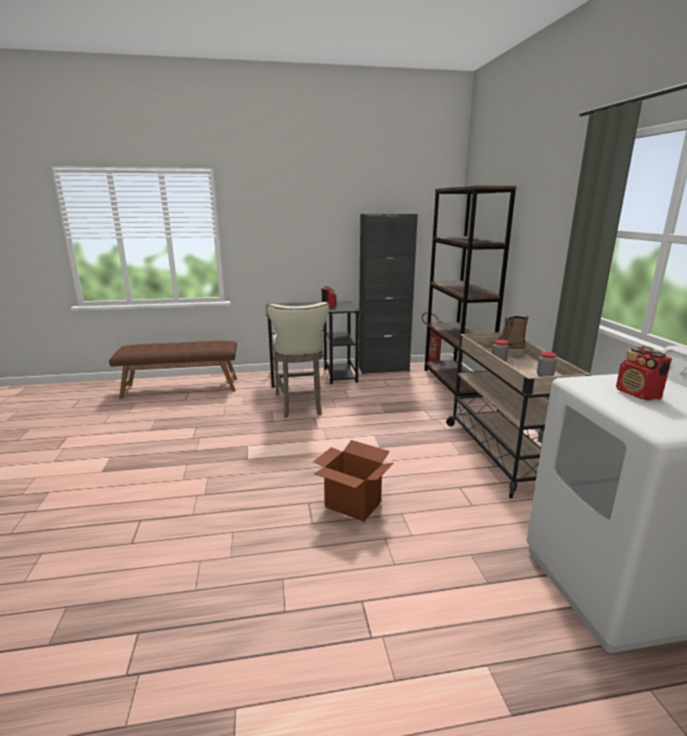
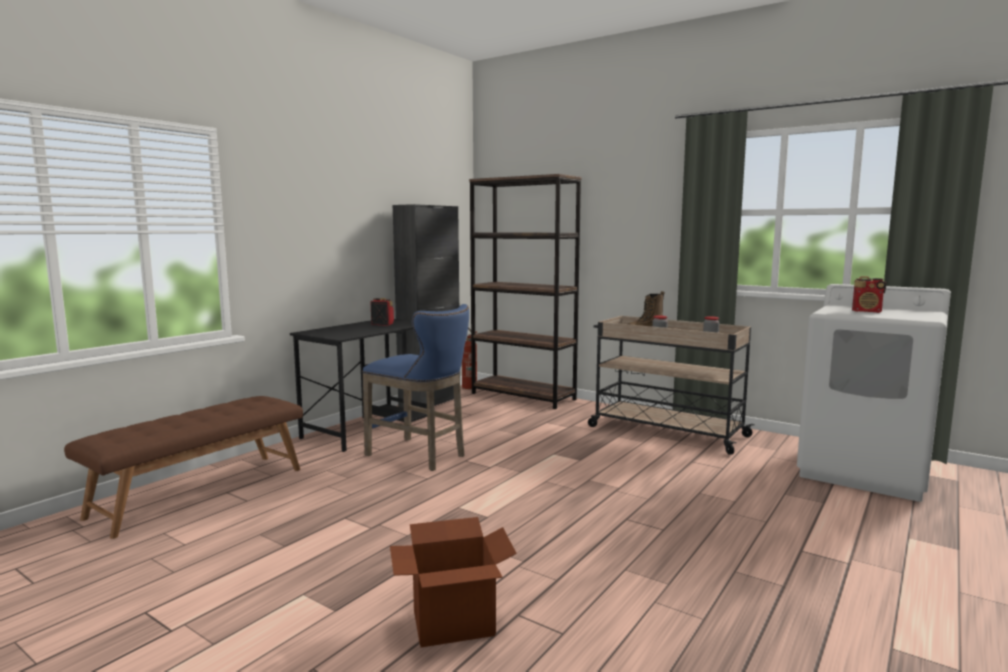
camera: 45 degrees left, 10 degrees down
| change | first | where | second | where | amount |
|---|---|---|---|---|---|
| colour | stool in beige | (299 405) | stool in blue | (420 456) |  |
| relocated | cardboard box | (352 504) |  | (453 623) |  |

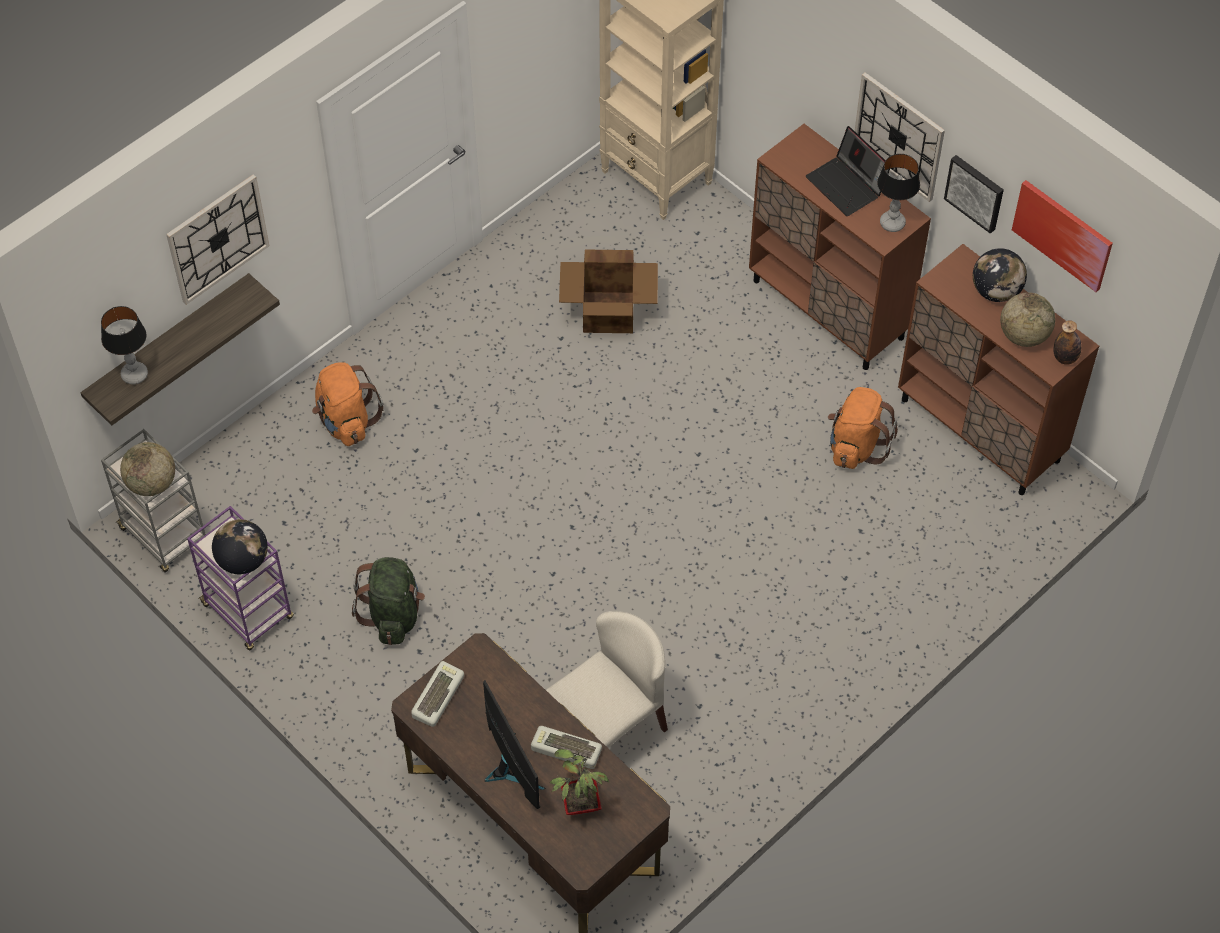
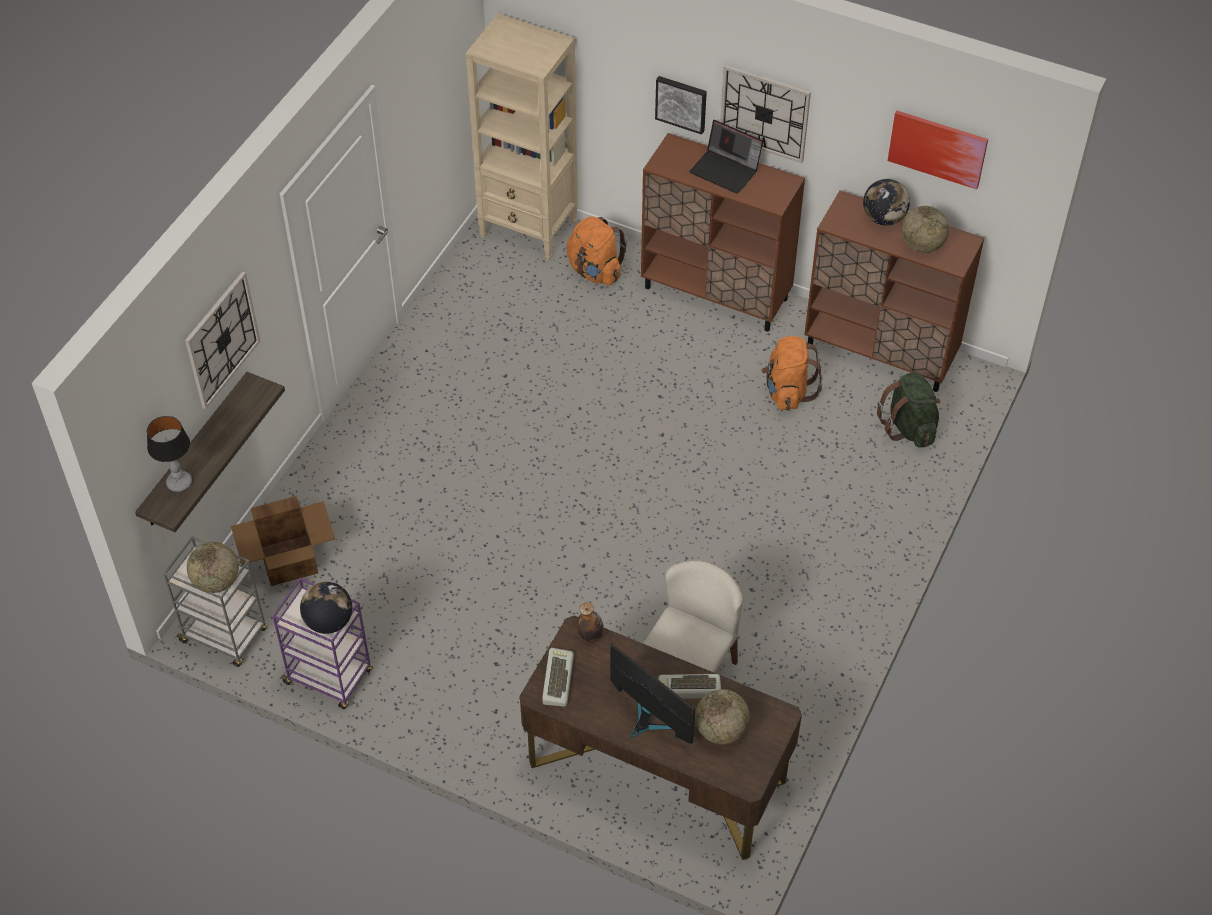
camera: 20 degrees left, 5 degrees down
| change | first | where | second | where | amount |
|---|---|---|---|---|---|
| relocated | backpack in orange | (346 421) |  | (595 271) |  |
| relocated | backpack in green | (393 614) |  | (909 427) |  |
| exchanged | potted plant | (579 804) | globe | (721 730) |  |
| relocated | cardboard box | (609 312) |  | (290 560) |  |
| missing | table lamp | (891 223) |  |  |  |
| relocated | picture | (975 192) |  | (681 103) |  |
| relocated | bottle | (1065 358) |  | (590 635) |  |

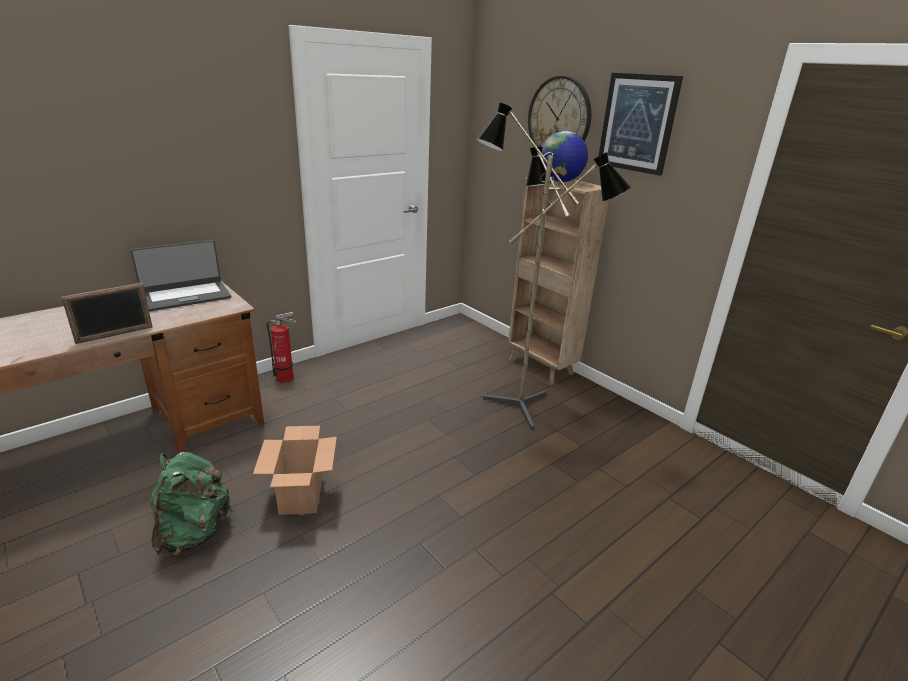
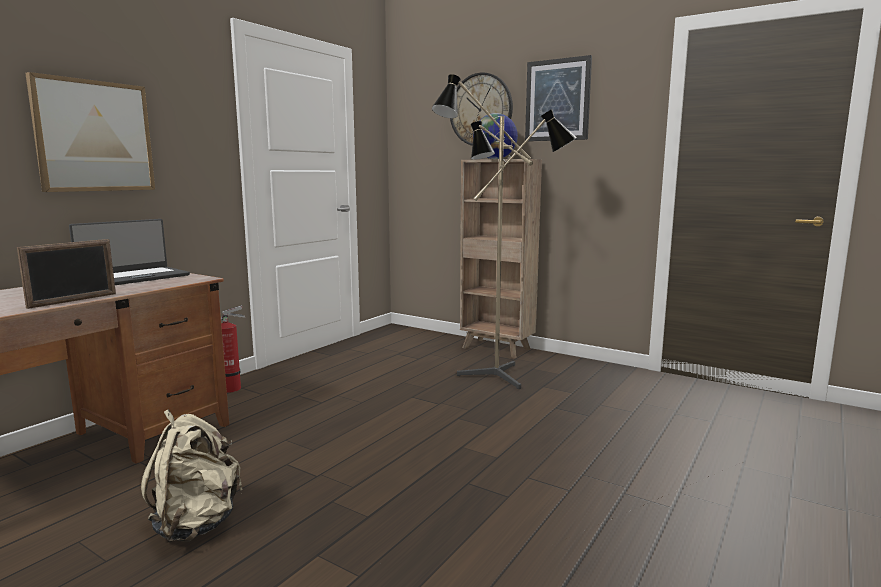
camera: 15 degrees left, 15 degrees down
| change | first | where | second | where | amount |
|---|---|---|---|---|---|
| colour | backpack in green | (194 532) | backpack in beige | (197 523) |  |
| missing | cardboard box | (301 496) |  |  |  |
| appeared |  |  | picture | (94 136) |  |

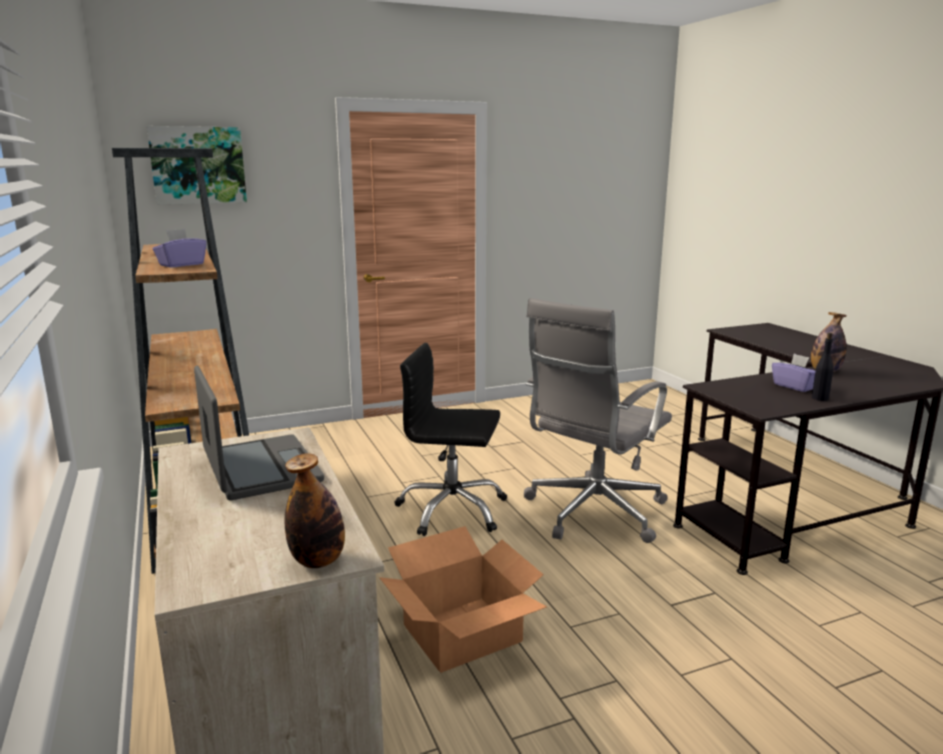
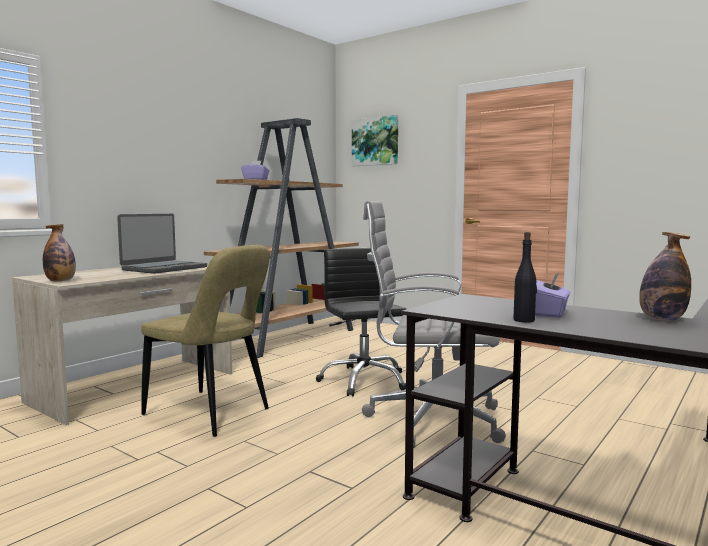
camera: 60 degrees right, 10 degrees down
| change | first | where | second | where | amount |
|---|---|---|---|---|---|
| exchanged | cardboard box | (463 634) | chair in beige | (211 414) |  |

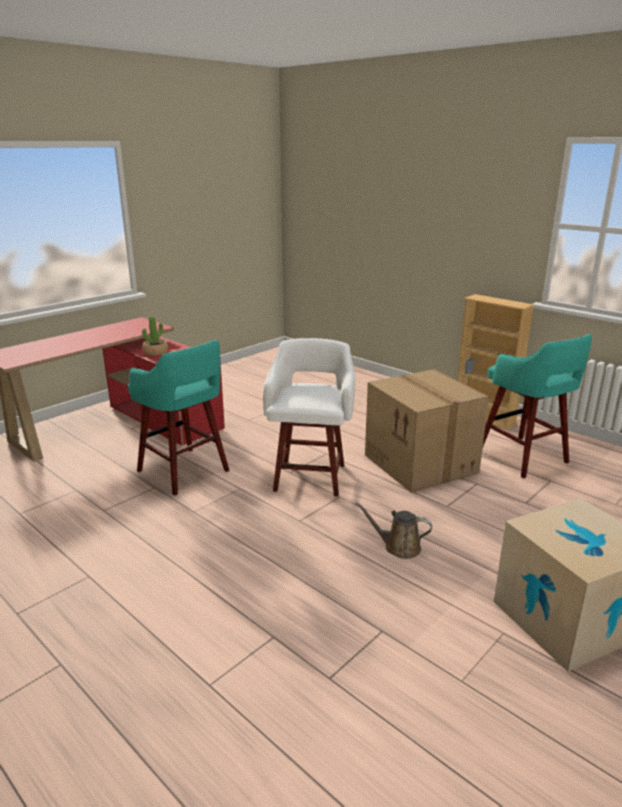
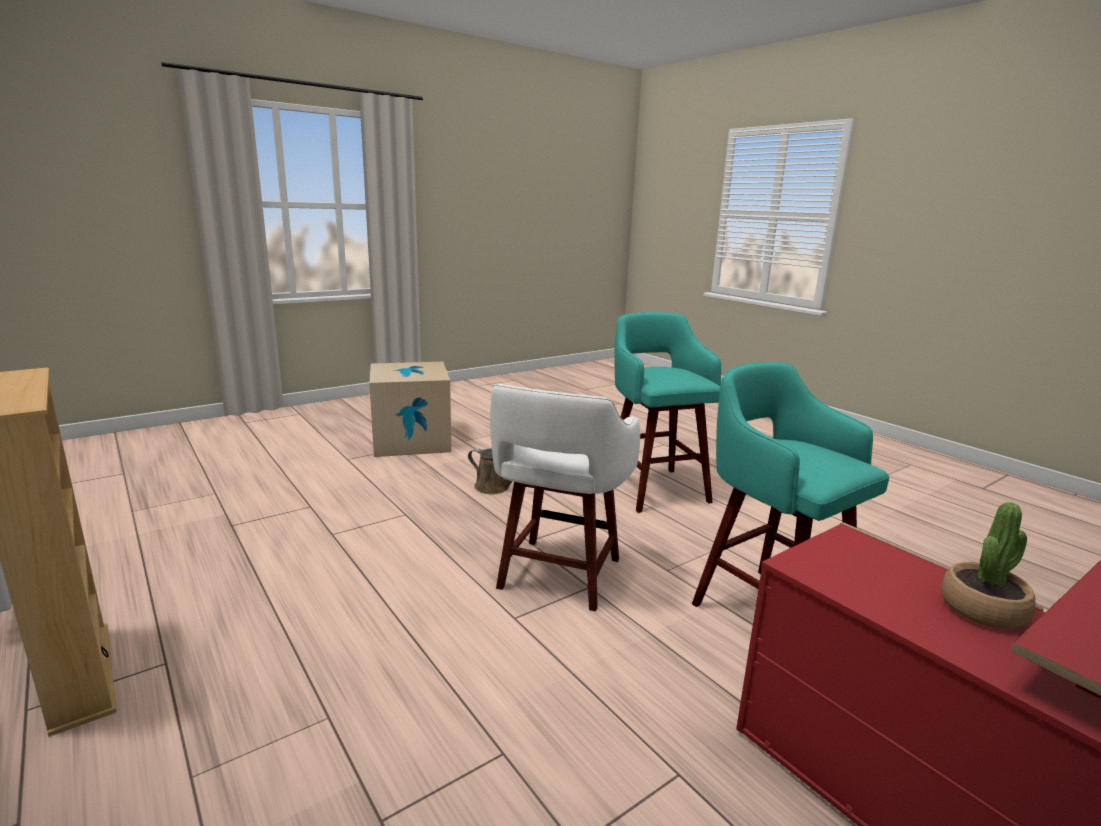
camera: 170 degrees left, 5 degrees down
| change | first | where | second | where | amount |
|---|---|---|---|---|---|
| missing | cardboard box | (422 464) |  |  |  |
| relocated | stool in turquoise | (524 458) |  | (654 488) |  |

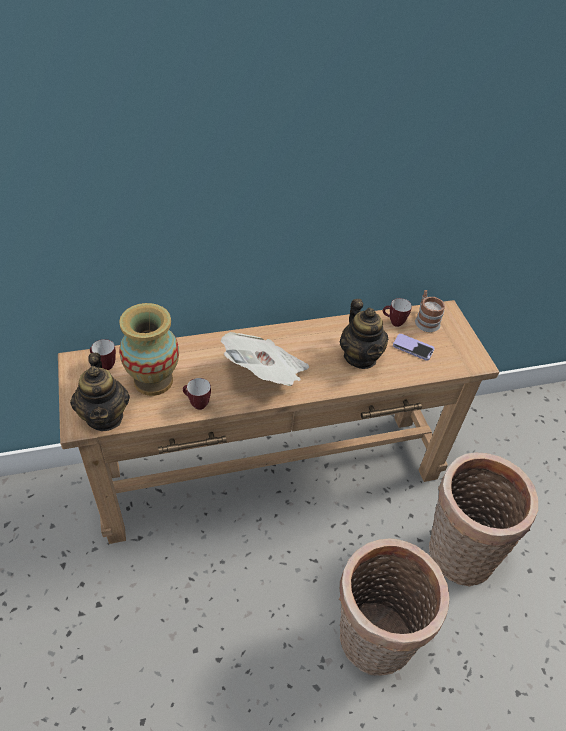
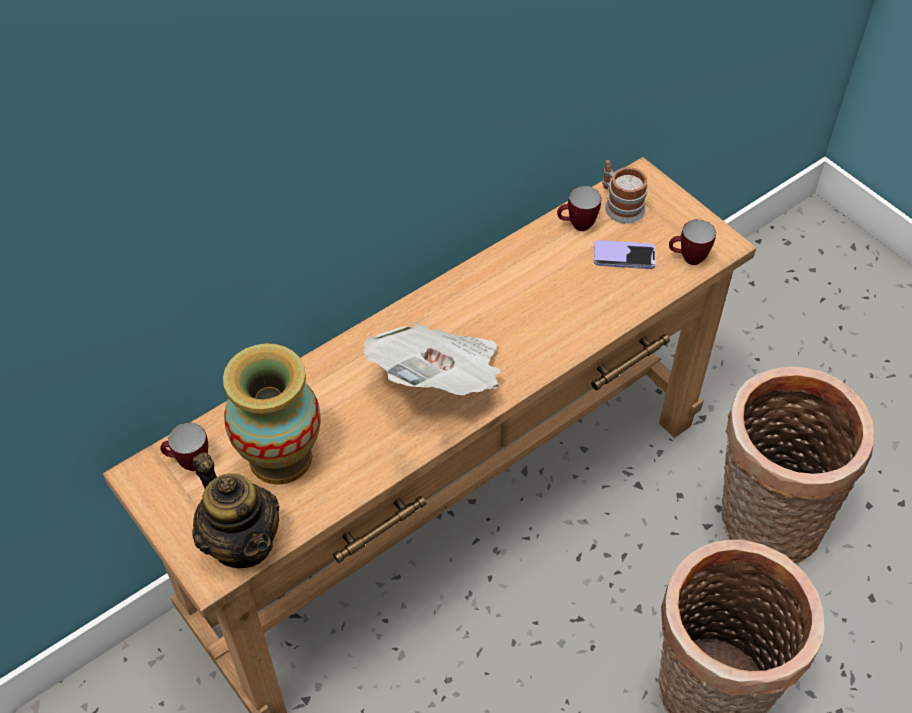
camera: 20 degrees left, 5 degrees up
| change | first | where | second | where | amount |
|---|---|---|---|---|---|
| relocated | mug | (196 404) |  | (688 259) |  |
| missing | teapot | (360 357) |  |  |  |

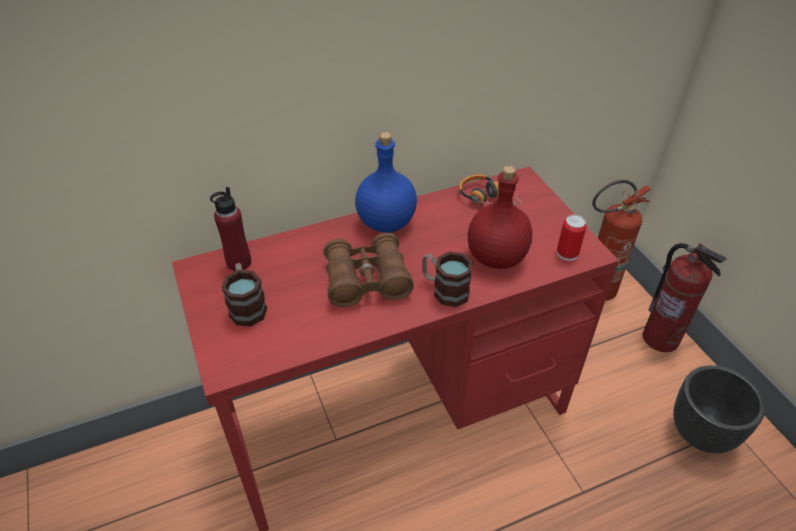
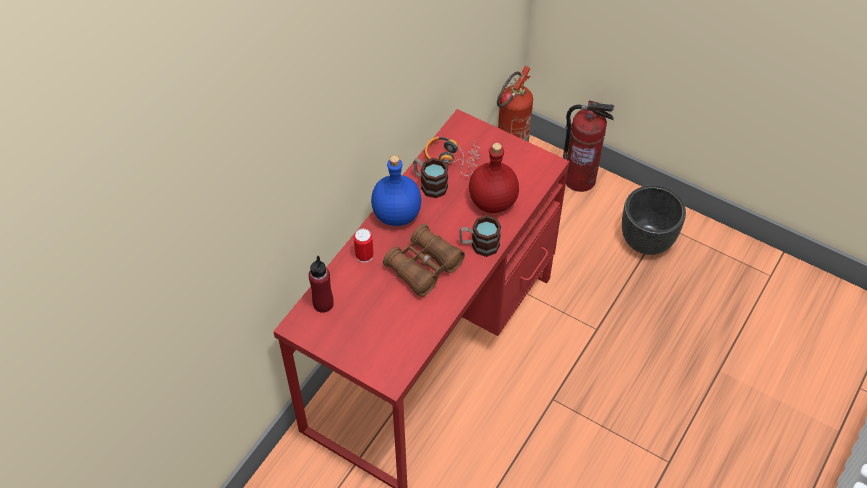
camera: 35 degrees left, 10 degrees up
| change | first | where | second | where | amount |
|---|---|---|---|---|---|
| relocated | mug | (247 306) |  | (429 184) |  |
| relocated | can | (567 253) |  | (364 255) |  |

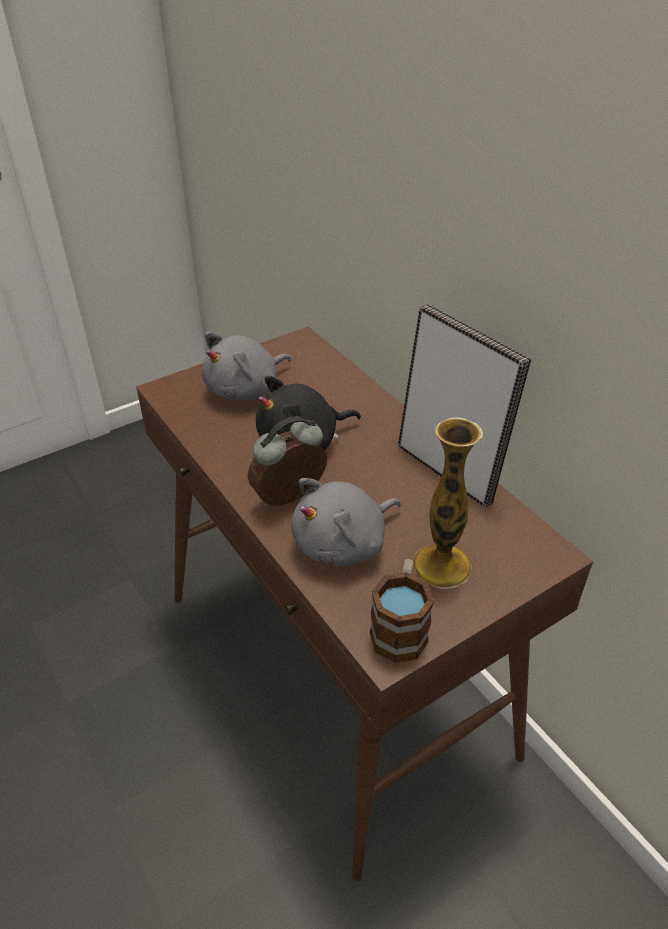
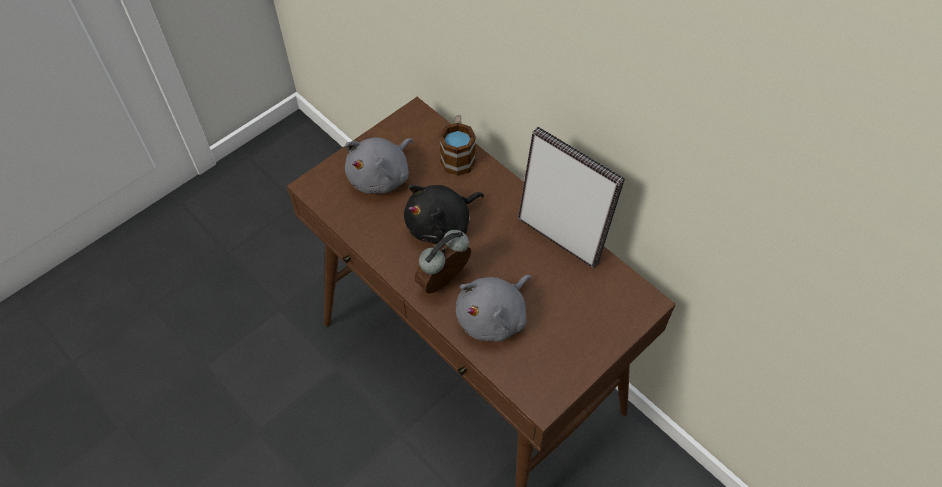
camera: 10 degrees left, 15 degrees up
| change | first | where | second | where | amount |
|---|---|---|---|---|---|
| relocated | mug | (400 626) |  | (458 155) |  |
| missing | vase | (442 565) |  |  |  |

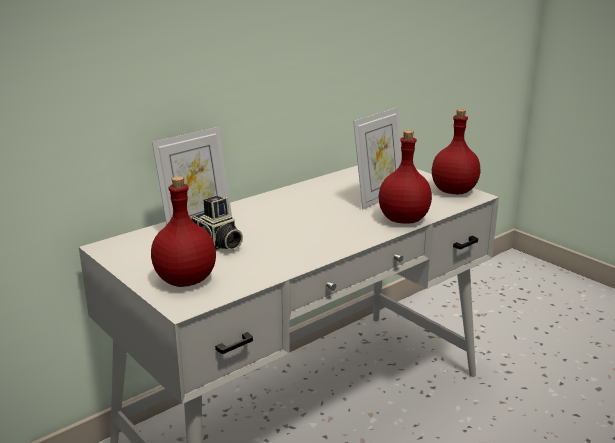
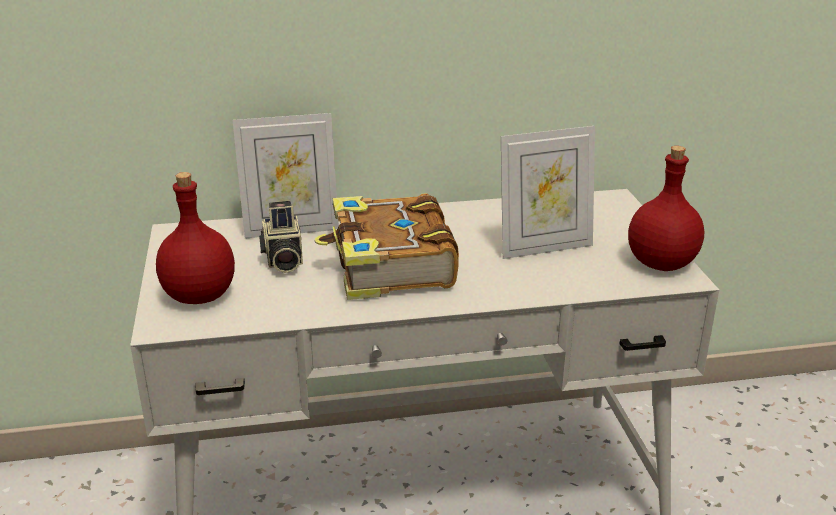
camera: 30 degrees right, 5 degrees up
| change | first | where | second | where | amount |
|---|---|---|---|---|---|
| missing | bottle in red | (402 219) |  |  |  |
| appeared |  |  | book | (390 265) |  |

